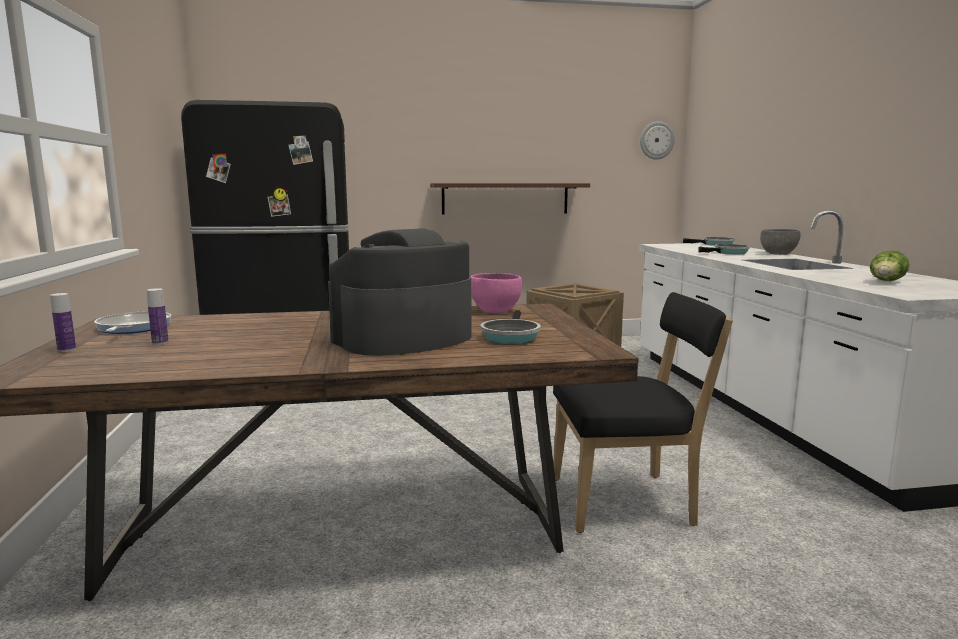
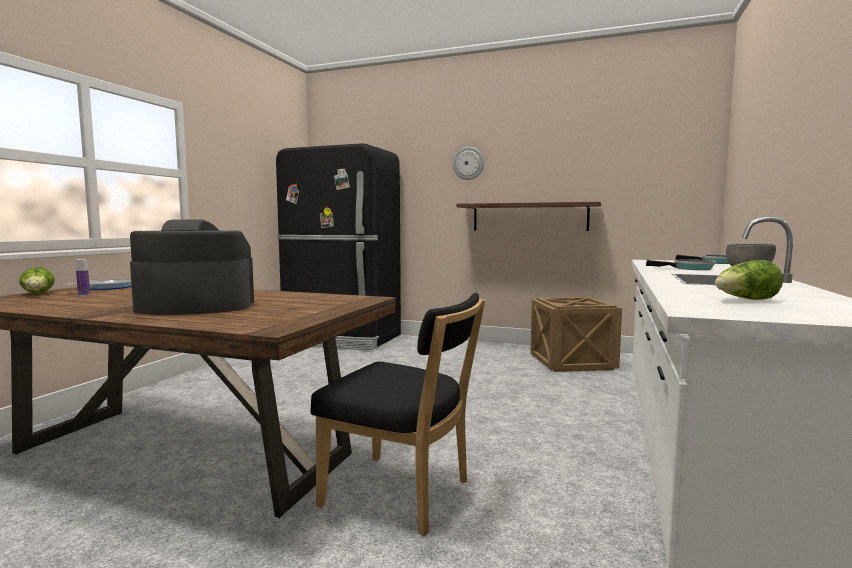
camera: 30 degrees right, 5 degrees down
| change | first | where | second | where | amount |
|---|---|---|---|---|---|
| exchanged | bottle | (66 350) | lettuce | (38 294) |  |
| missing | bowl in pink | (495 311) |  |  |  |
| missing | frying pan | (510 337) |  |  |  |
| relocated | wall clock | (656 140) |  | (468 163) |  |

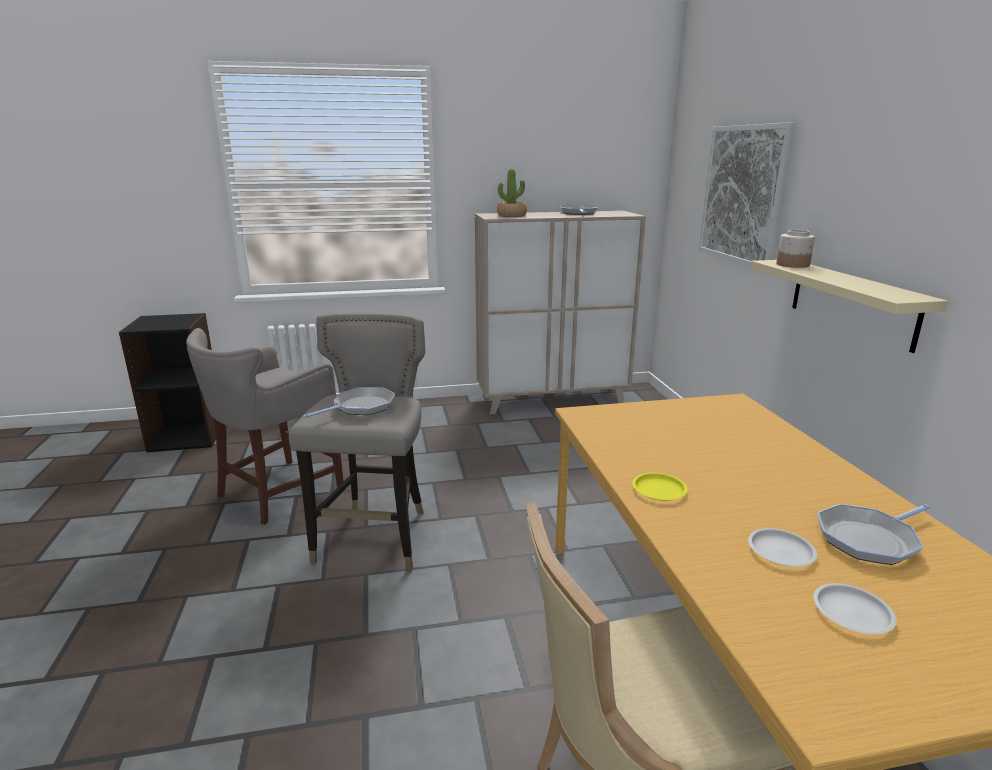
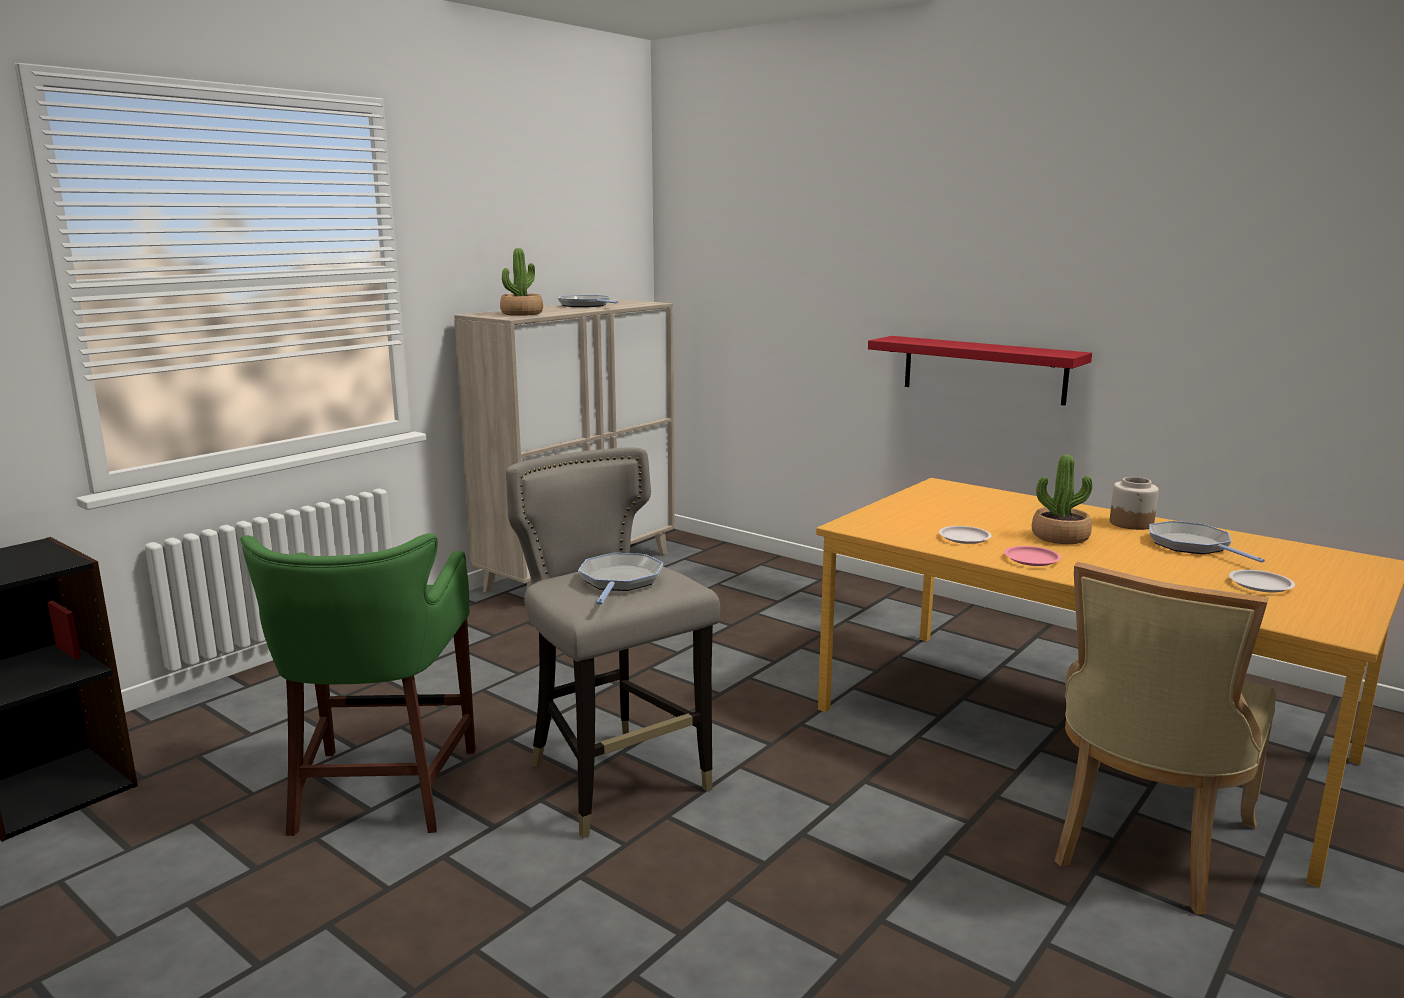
camera: 40 degrees left, 5 degrees down
| change | first | where | second | where | amount |
|---|---|---|---|---|---|
| colour | stool in grey | (276 492) | stool in green | (381 793) |  |
| colour | plate in yellow | (659 490) | plate in pink | (1031 559) |  |
| missing | picture | (743 194) |  |  |  |
| relocated | plate in white | (781 551) |  | (965 538) |  |
| colour | shelf in beige | (851 302) | shelf in red | (983 369) |  |
| relocated | jar | (793 265) |  | (1131 523) |  |
| spun | frying pan | (869 539) |  | (1192 545) | 135 degrees clockwise |
| appeared |  |  | potted plant | (1060 537) |  |

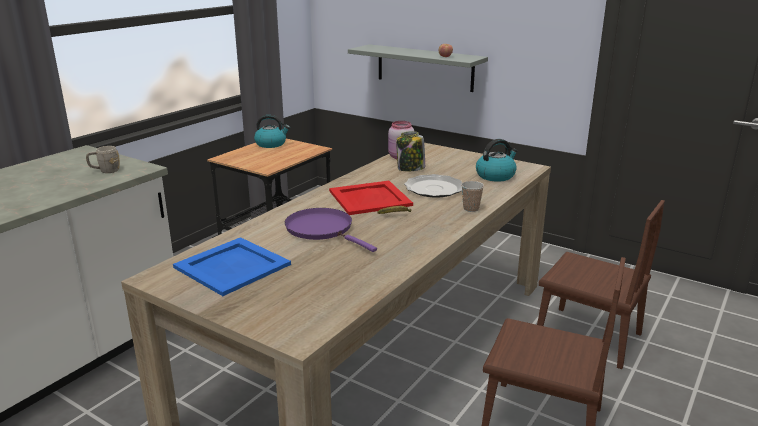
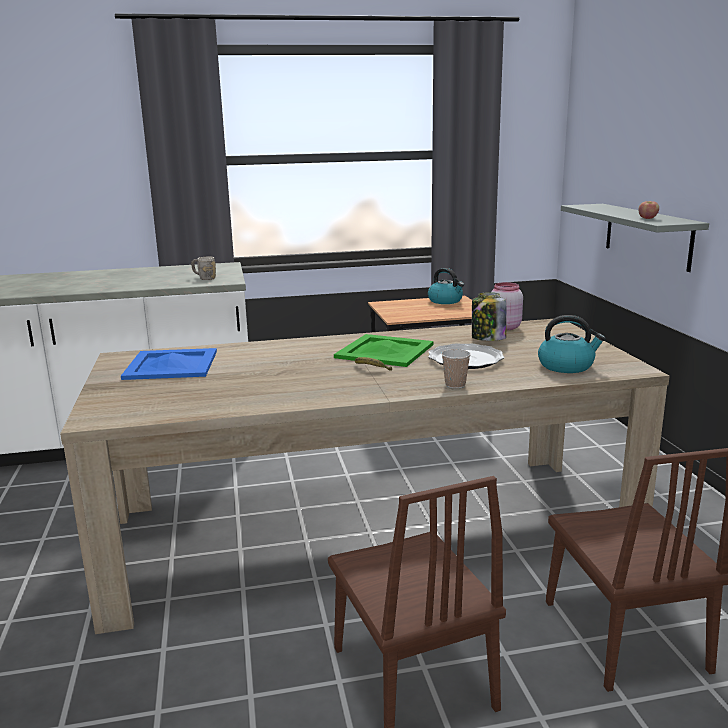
camera: 45 degrees right, 5 degrees down
| change | first | where | second | where | amount |
|---|---|---|---|---|---|
| missing | frying pan in purple | (322 229) |  |  |  |
| colour | tray in red | (369 198) | tray in green | (383 351) |  |

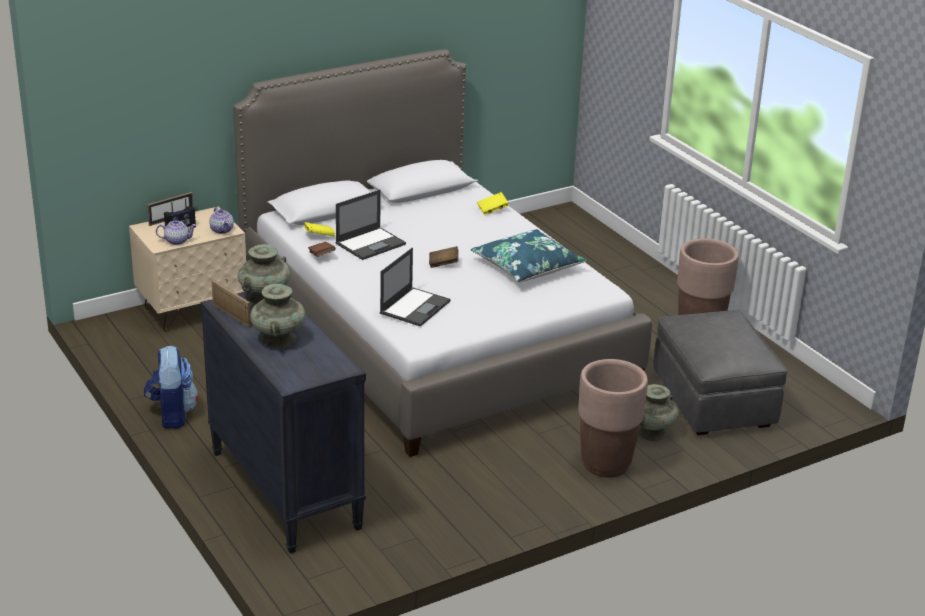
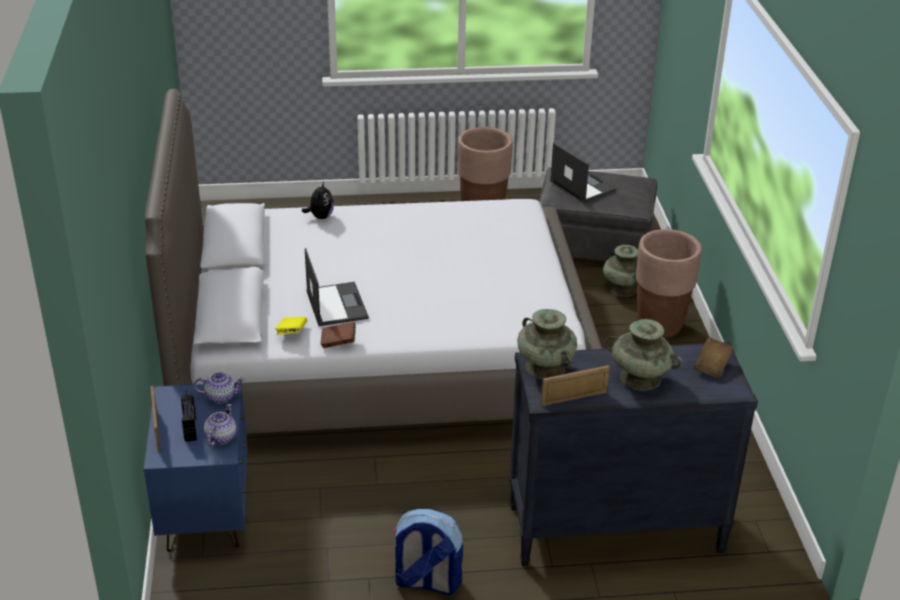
camera: 65 degrees left, 5 degrees up
| change | first | where | second | where | amount |
|---|---|---|---|---|---|
| colour | nightstand in beige | (192 311) | nightstand in blue | (205 513) |  |
| relocated | laptop | (415 307) |  | (581 185) |  |
| relocated | book in brown | (443 264) |  | (712 366) |  |
| missing | pillow in blue | (527 266) |  |  |  |
| exchanged | book in yellow | (492 210) | plush toy | (320 217) |  |

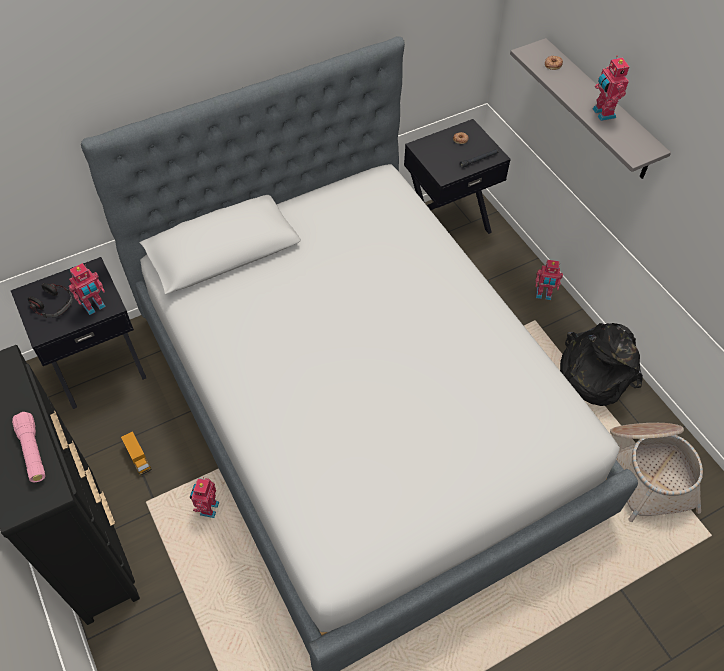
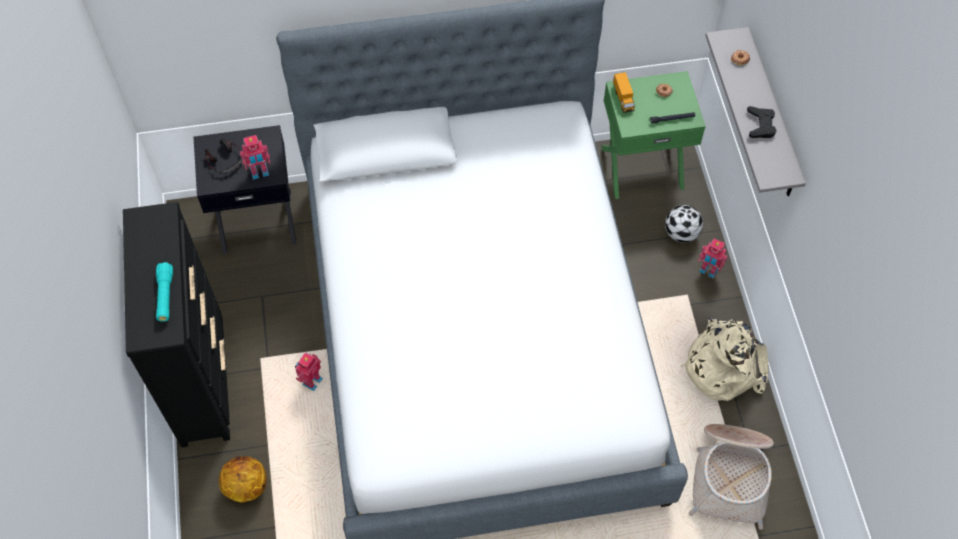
camera: 20 degrees right, 5 degrees up
| change | first | where | second | where | amount |
|---|---|---|---|---|---|
| colour | flashlight in pink | (33 451) | flashlight in turquoise | (165 296) |  |
| relocated | toy truck | (138 458) |  | (623 98) |  |
| colour | nightstand in black | (446 223) | nightstand in green | (642 166) |  |
| colour | backpack in black | (593 373) | backpack in beige | (722 365) |  |
| exchanged | toy robot | (602 113) | game controller in black | (760 125) |  |
| appeared |  |  | basketball | (245 486) |  |
| appeared |  |  | football | (681 233) |  |

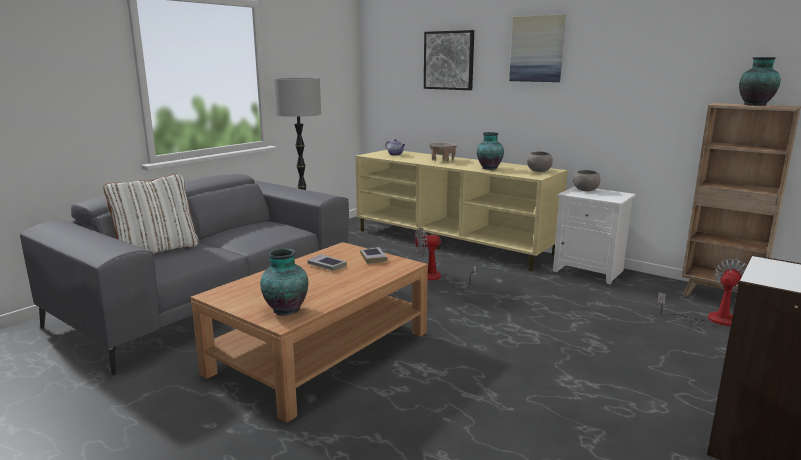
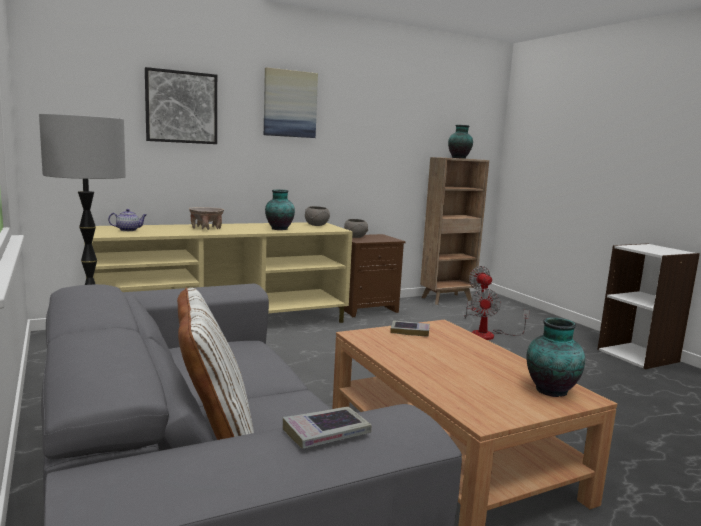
camera: 65 degrees left, 5 degrees down
| change | first | where | second | where | amount |
|---|---|---|---|---|---|
| relocated | book | (327 266) |  | (326 433) |  |
| relocated | fan | (436 278) |  | (490 335) |  |
| colour | nightstand in white | (590 271) | nightstand in brown | (366 308) |  |

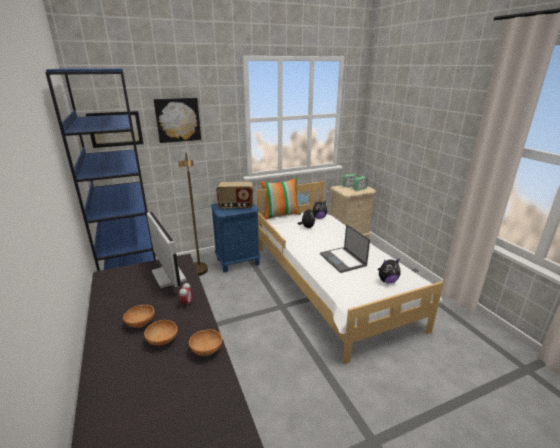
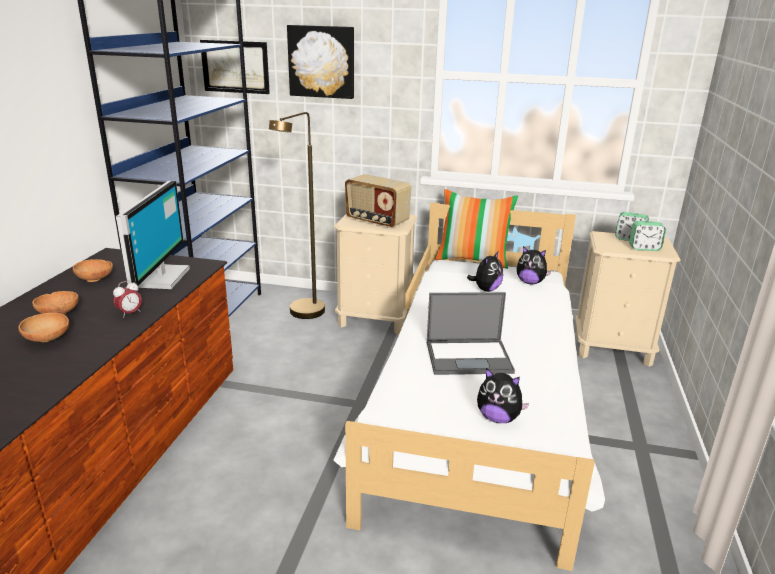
camera: 35 degrees right, 0 degrees up
| change | first | where | second | where | amount |
|---|---|---|---|---|---|
| relocated | bowl in brown | (207 350) |  | (96 279) |  |
| colour | nightstand in blue | (238 262) | nightstand in beige | (375 319) |  |
| spun | laptop | (343 260) |  | (469 357) | 105 degrees counterclockwise |

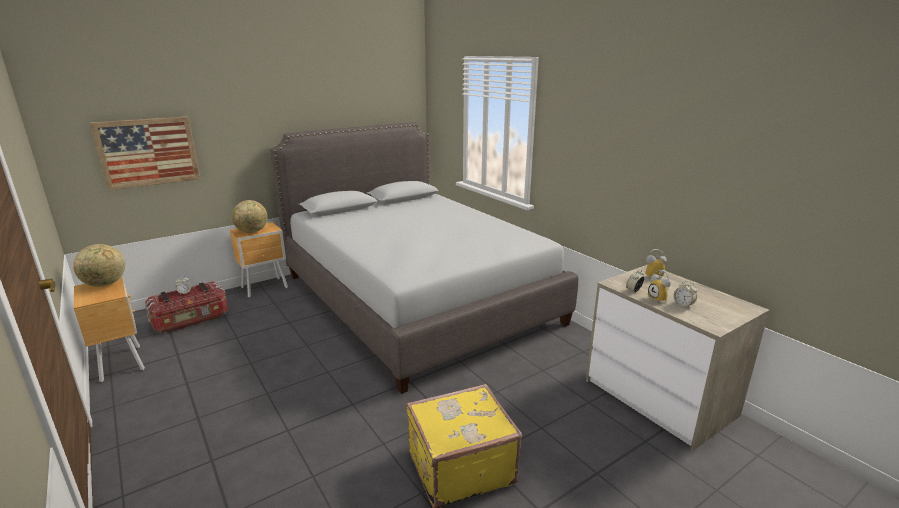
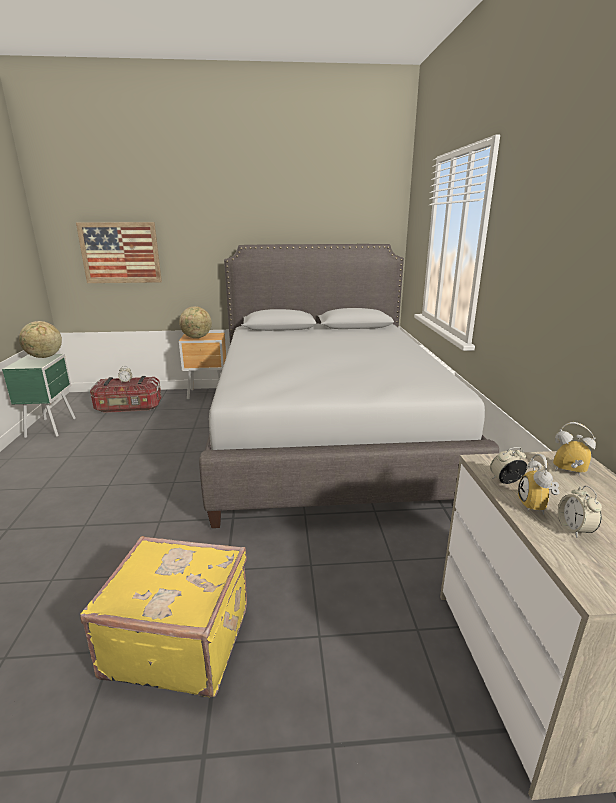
camera: 30 degrees right, 0 degrees up
| change | first | where | second | where | amount |
|---|---|---|---|---|---|
| colour | nightstand in brown | (122 363) | nightstand in green | (52 427) |  |

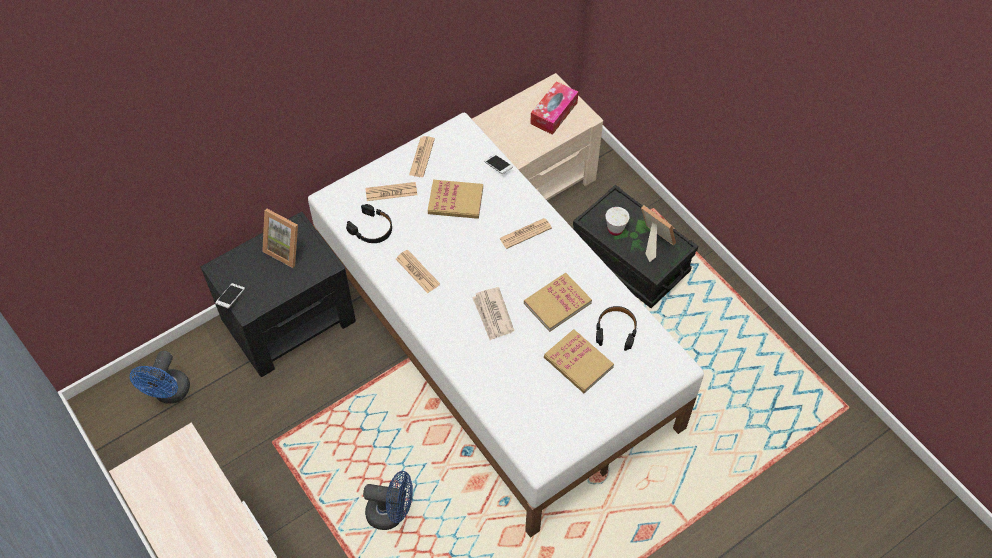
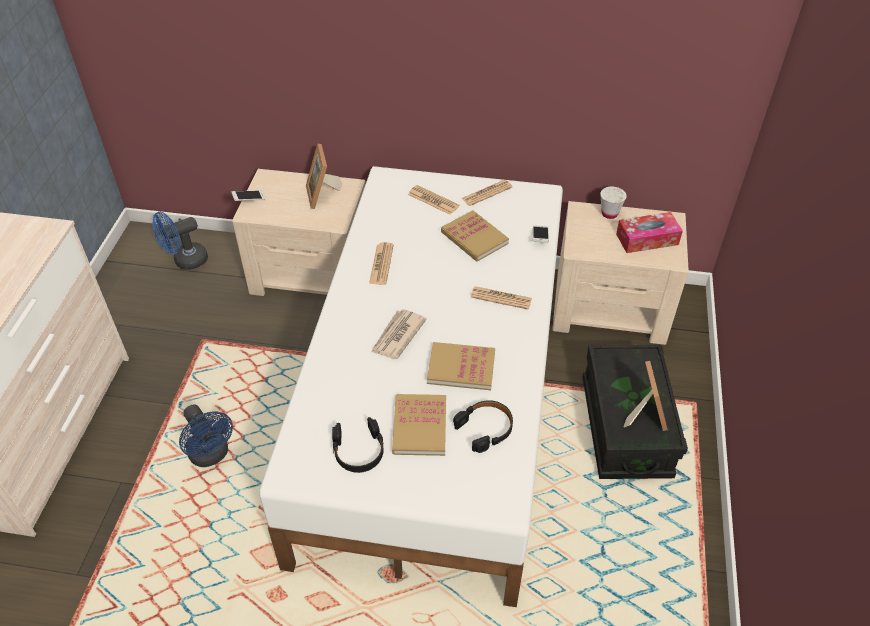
camera: 45 degrees right, 10 degrees down
| change | first | where | second | where | amount |
|---|---|---|---|---|---|
| colour | nightstand in black | (289 320) | nightstand in beige | (312 273) |  |
| relocated | headphones in black | (372 229) |  | (358 451) |  |
| relocated | cup in white | (615 229) |  | (609 213) |  |

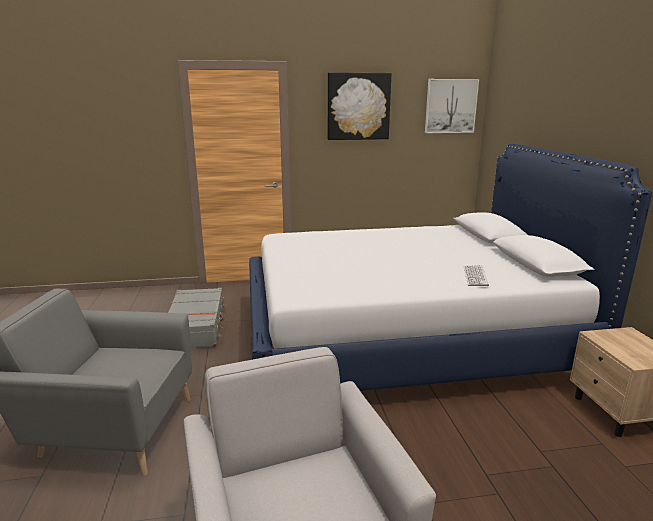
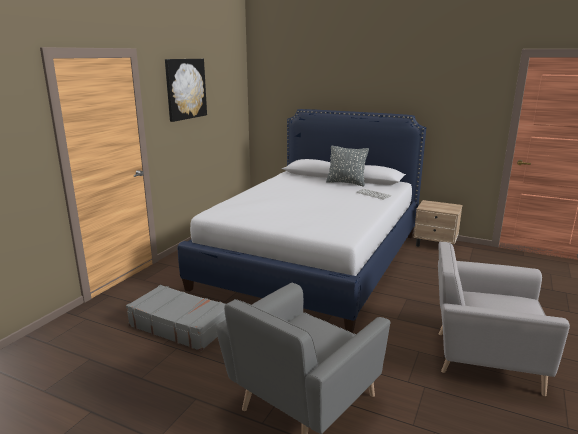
camera: 55 degrees left, 0 degrees up
| change | first | where | second | where | amount |
|---|---|---|---|---|---|
| missing | picture | (450 106) |  |  |  |
| appeared |  |  | pillow in grey | (346 183) |  |

